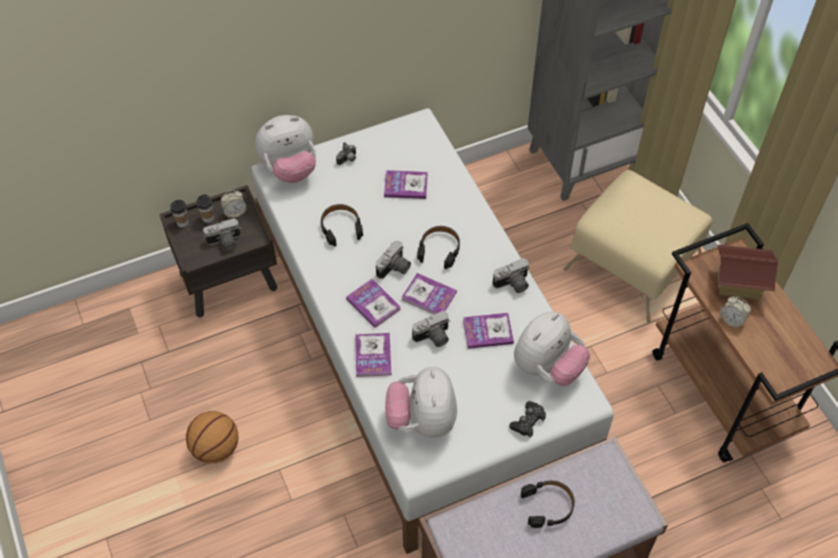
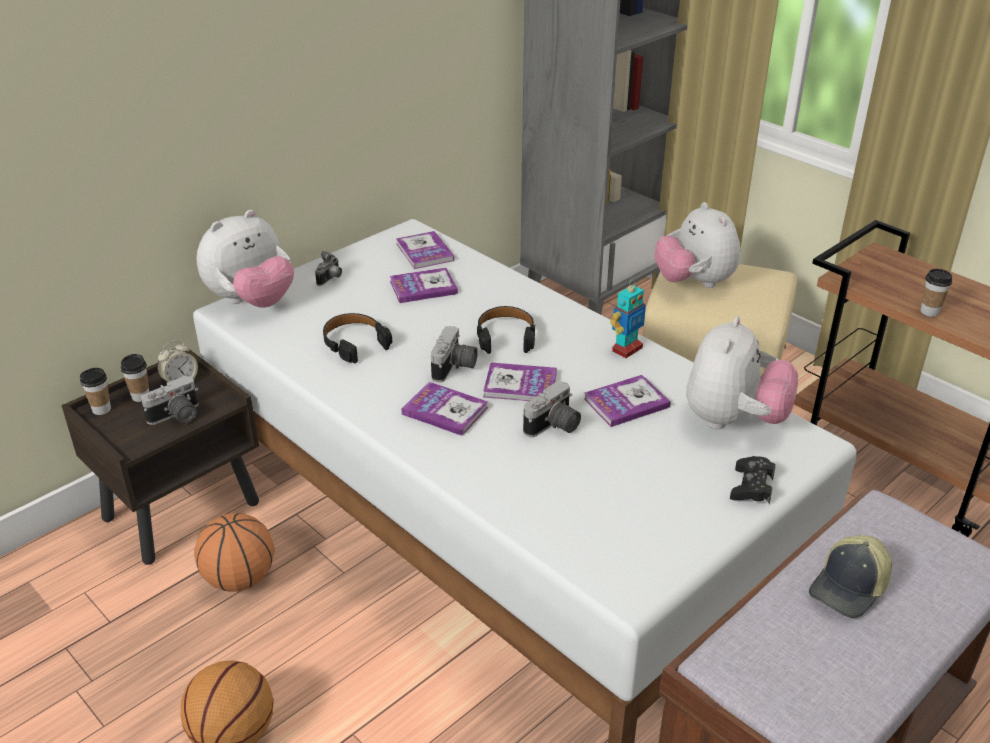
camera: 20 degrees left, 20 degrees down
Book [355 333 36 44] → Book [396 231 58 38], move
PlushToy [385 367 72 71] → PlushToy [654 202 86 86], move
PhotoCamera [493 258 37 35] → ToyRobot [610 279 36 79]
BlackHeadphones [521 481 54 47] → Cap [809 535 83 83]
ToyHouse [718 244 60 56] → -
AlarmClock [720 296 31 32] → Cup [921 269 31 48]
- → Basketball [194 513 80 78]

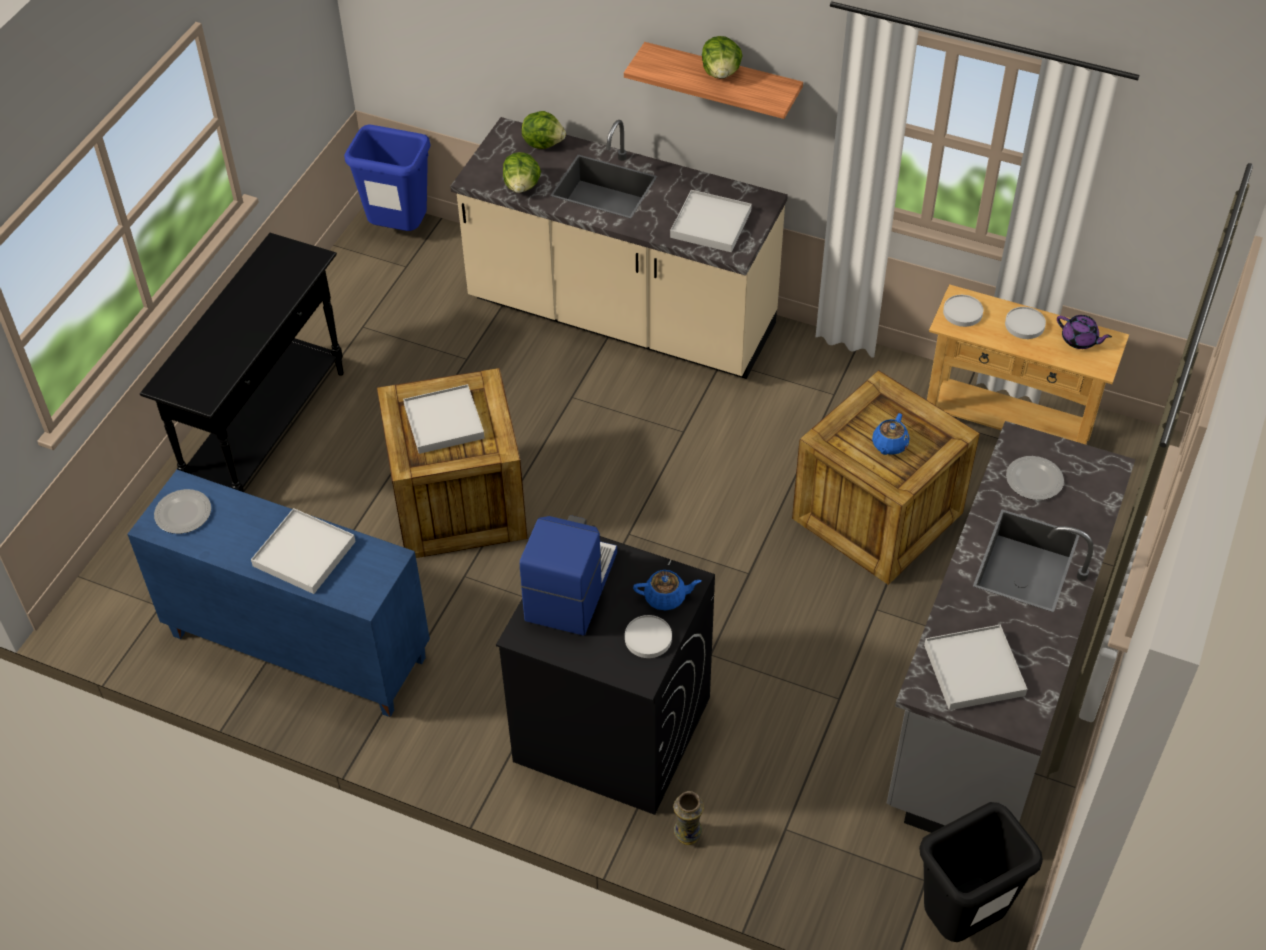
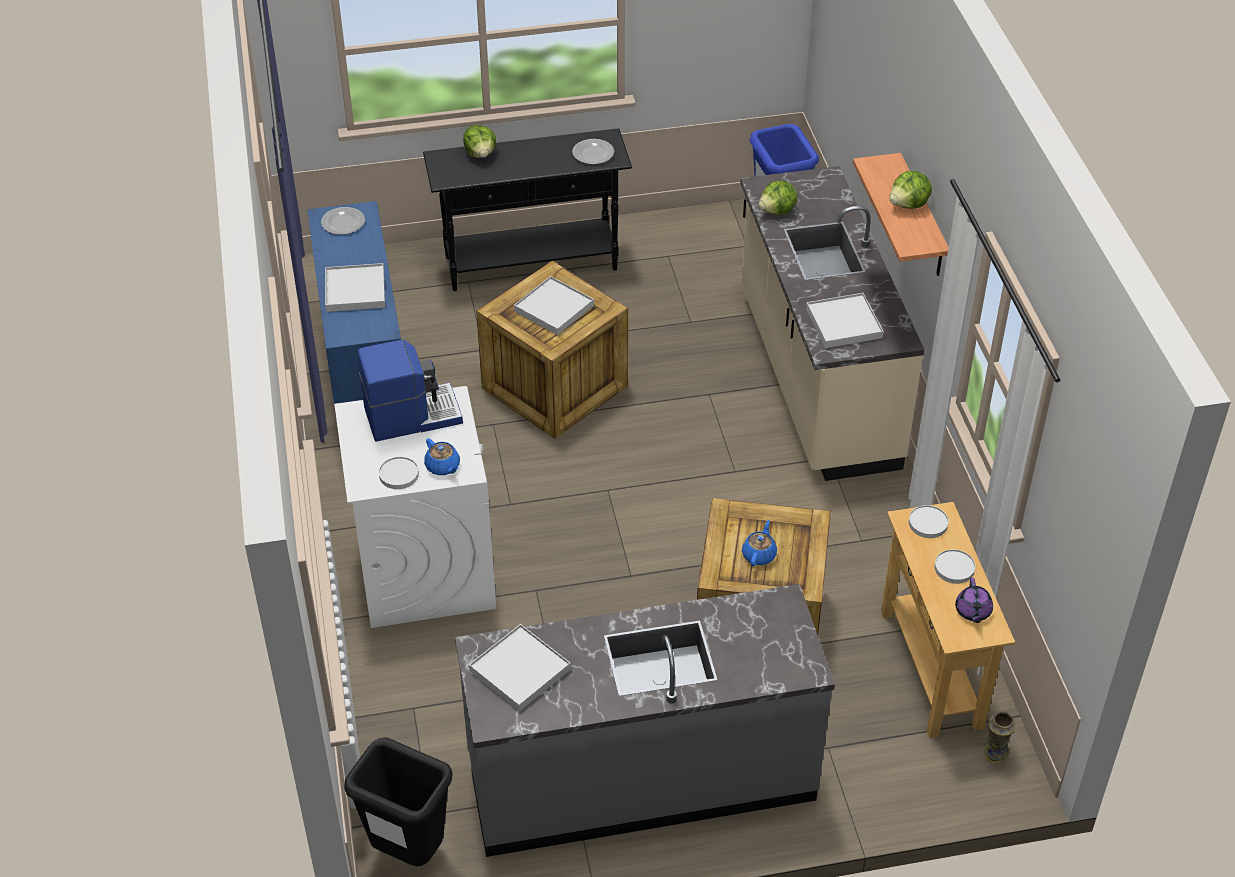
camera: 55 degrees right, 5 degrees down
BlackWashingMachine [496 536 219 279] → WhiteWashingMachine [334 386 162 242]
Lettuce [521 111 45 38] → Lettuce [463 125 33 33], move
Vase [673 791 31 54] → Vase [983 711 33 53], move
BlueTeapot [872 413 38 42] → BlueTeapot [742 520 35 46], 120 degrees clockwise
Plate [1006 456 58 44] → Plate [572 139 42 25], move

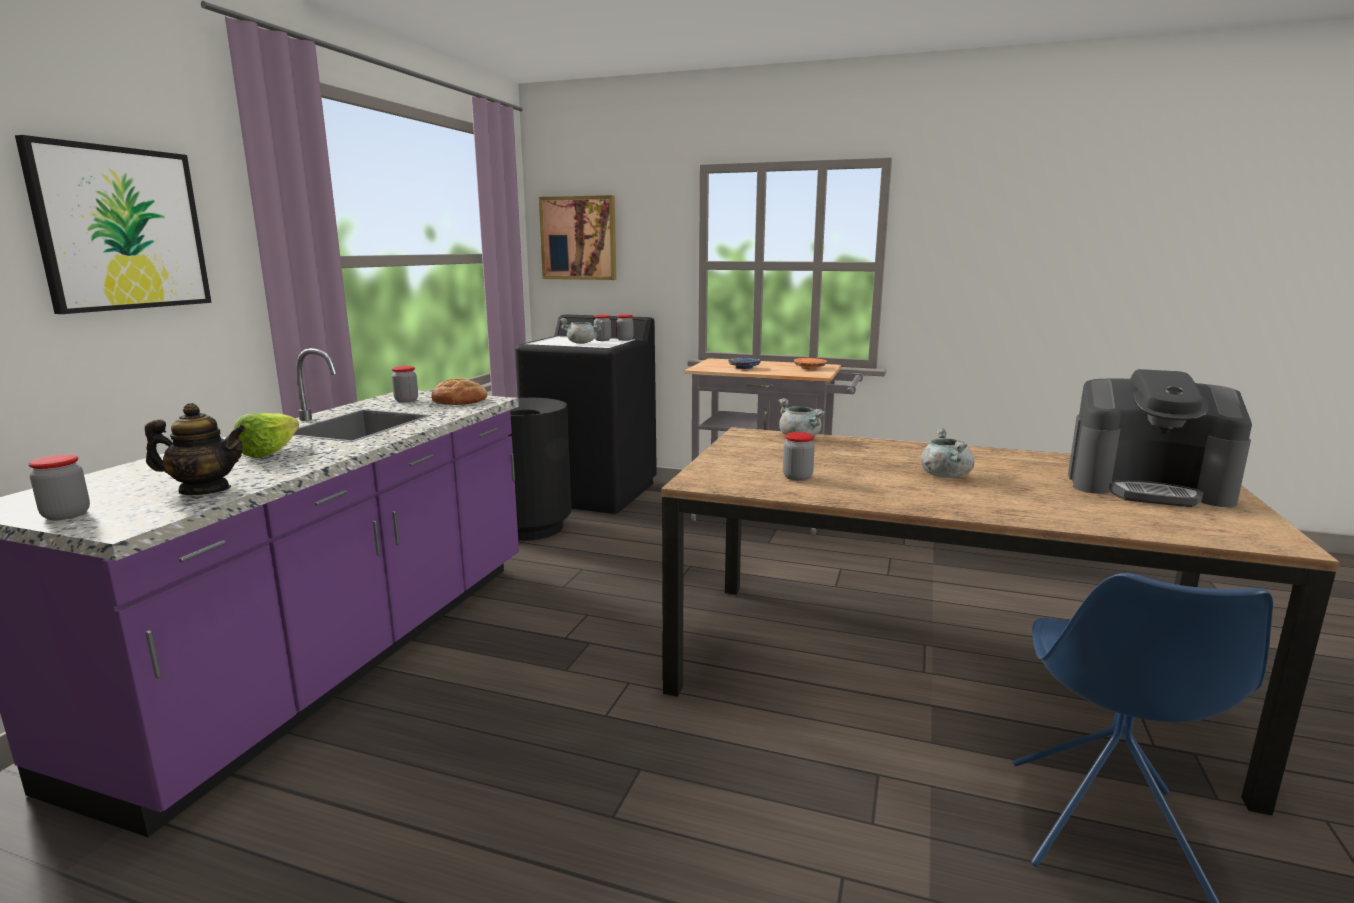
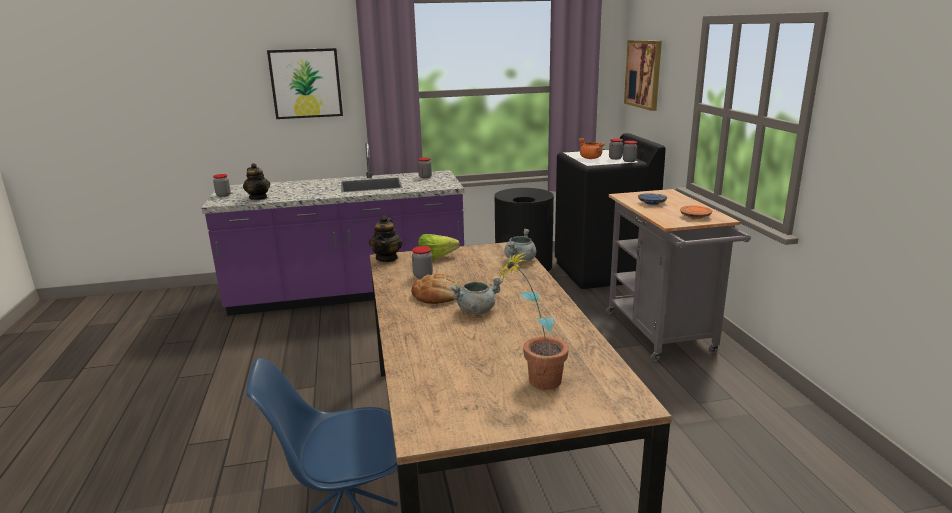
camera: 60 degrees right, 5 degrees up
Lettuce [234 413 65 45] → Lettuce [418 234 42 26], move
Bread [431 378 56 27] → Bread [411 273 51 31], move
GreyCookingPot [560 318 43 26] → OrangeCookingPot [578 138 27 21]
CoffeeMachine [1068 369 184 138] → PottedPlant [496 250 73 140]
- → Teapot [369 215 33 47]

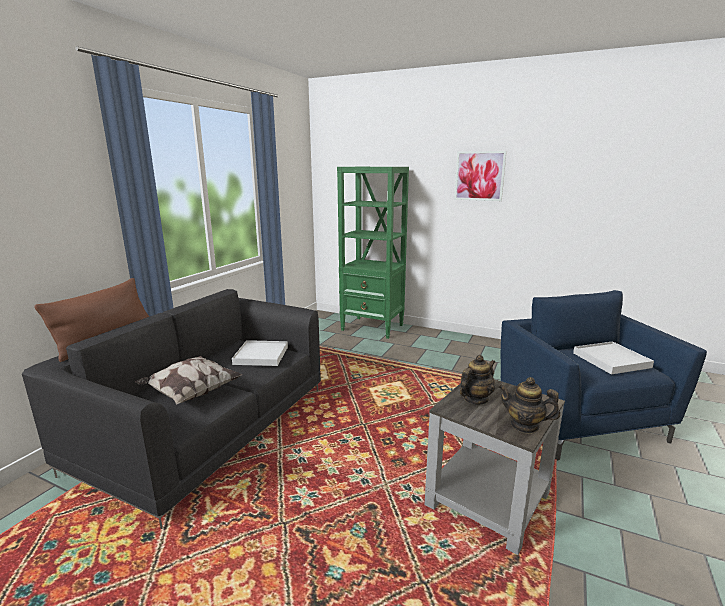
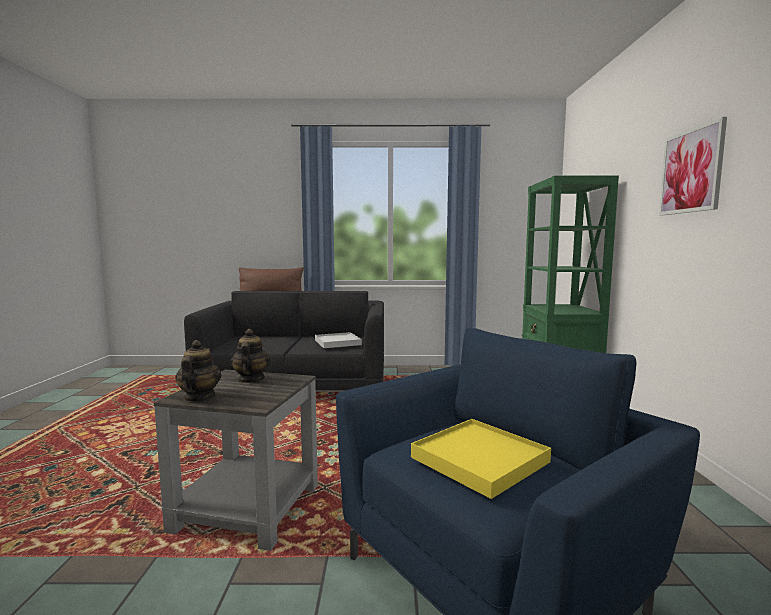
camera: 65 degrees right, 10 degrees down
Pillow [135 356 107 48] → -
Teapot [460 355 35 49] → Teapot [231 329 40 54], 120 degrees counterclockwise
WhiteTray [573 341 81 34] → YellowTray [411 419 140 80]

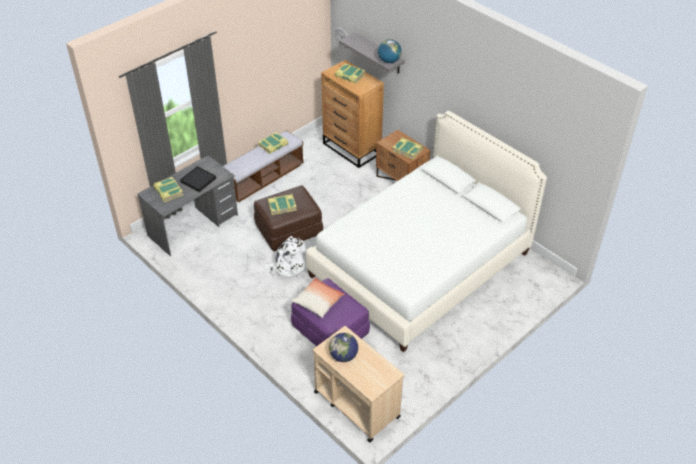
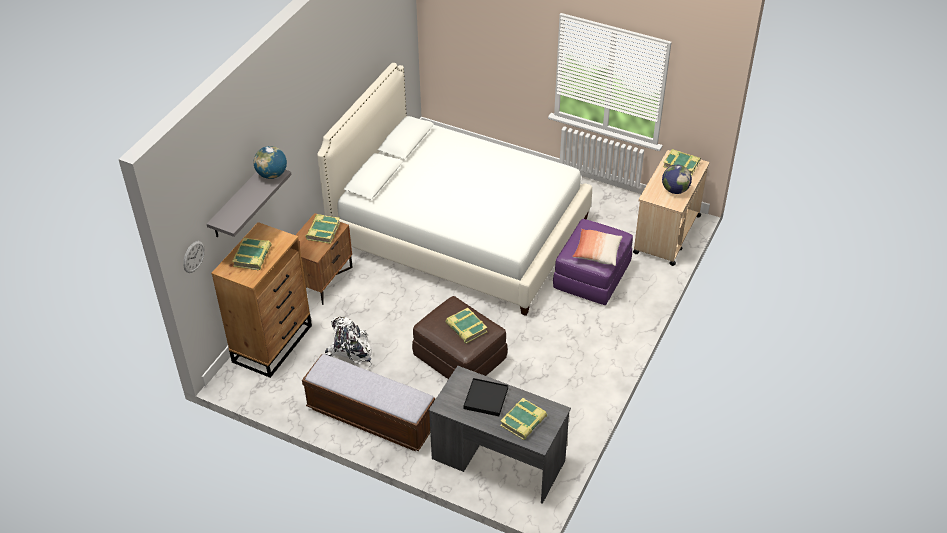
camera: 110 degrees left, 0 degrees up
Book [258 132 30 22] → Book [663 149 38 27], move
WhiteBackpack [266 236 41 42] → WhiteBackpack [325 317 47 53], move

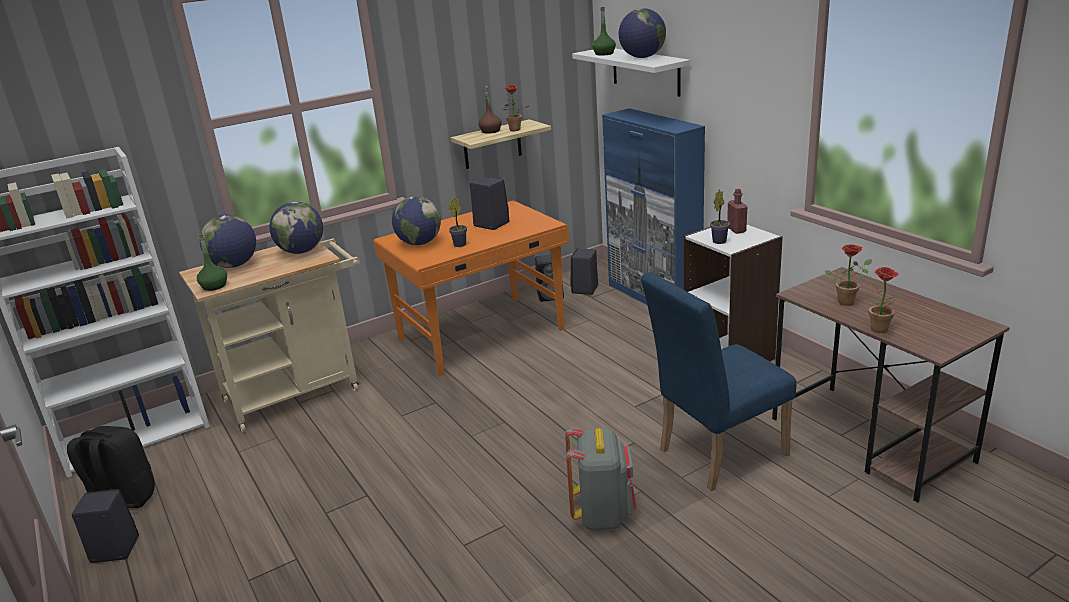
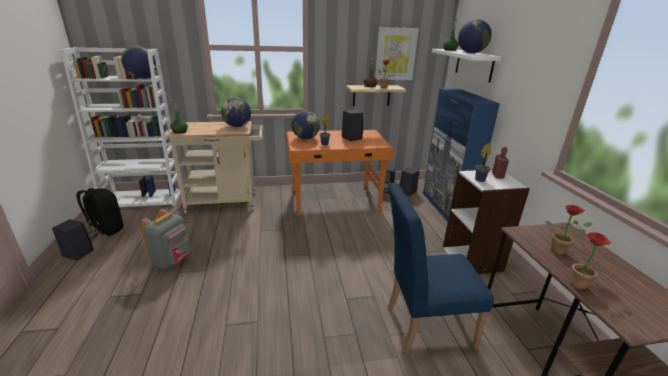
camera: 20 degrees right, 0 degrees up
Globe [200 215 56 53] → Globe [121 46 35 32], move
GreyBackpack [565 427 72 104] → GreyBackpack [140 209 51 61], move
- → Picture [375 27 44 53]

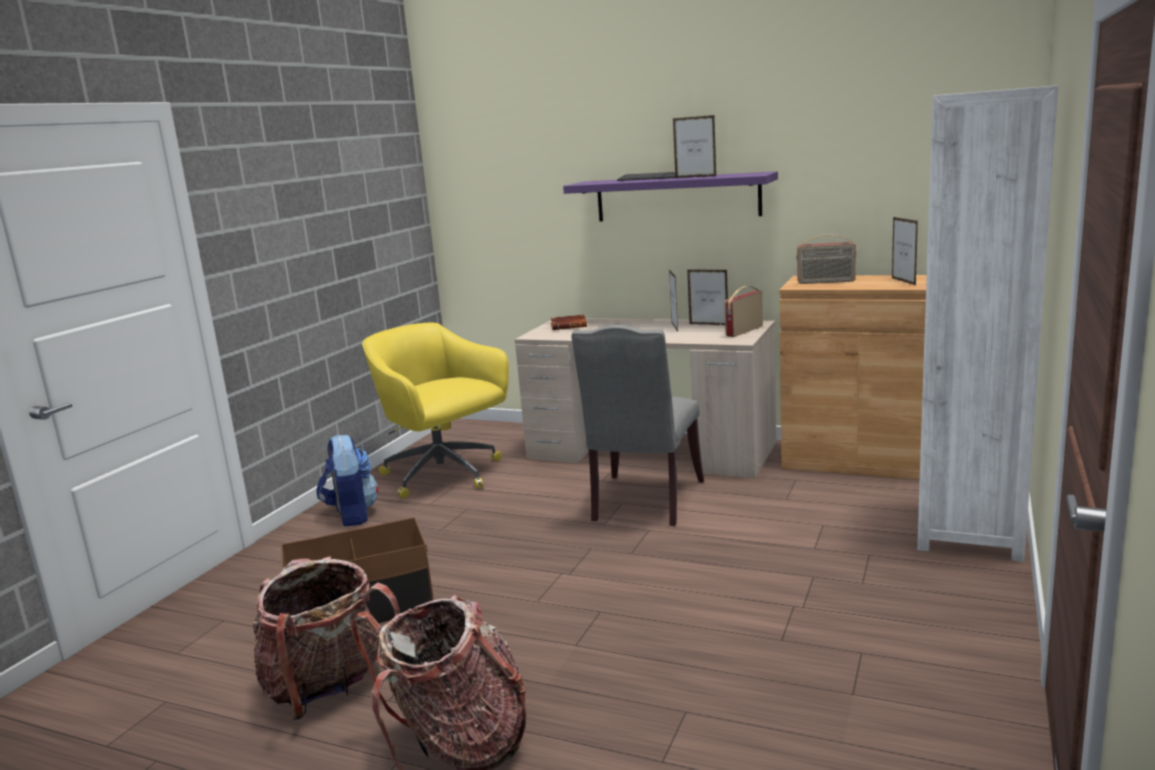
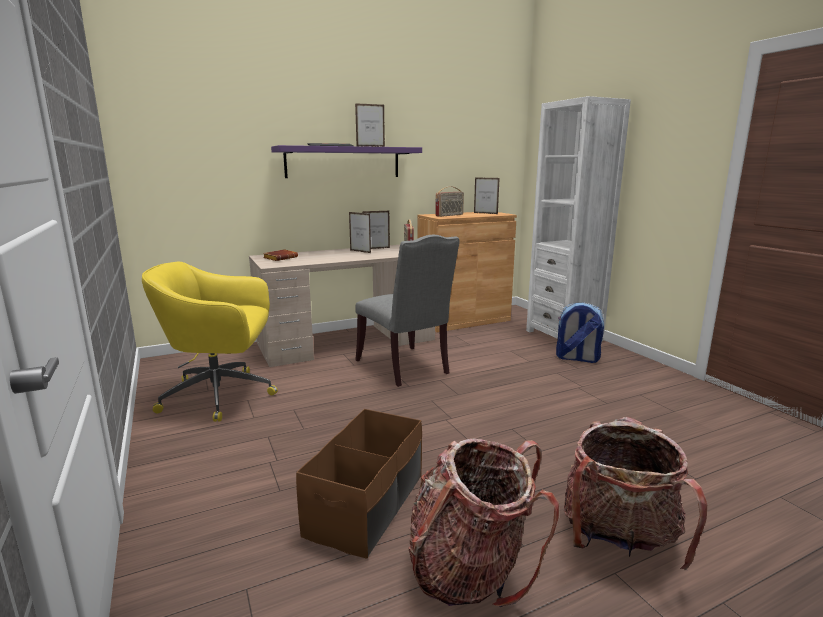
camera: 50 degrees left, 0 degrees up
Backpack [316 435 63 91] → Backpack [556 302 48 61], move

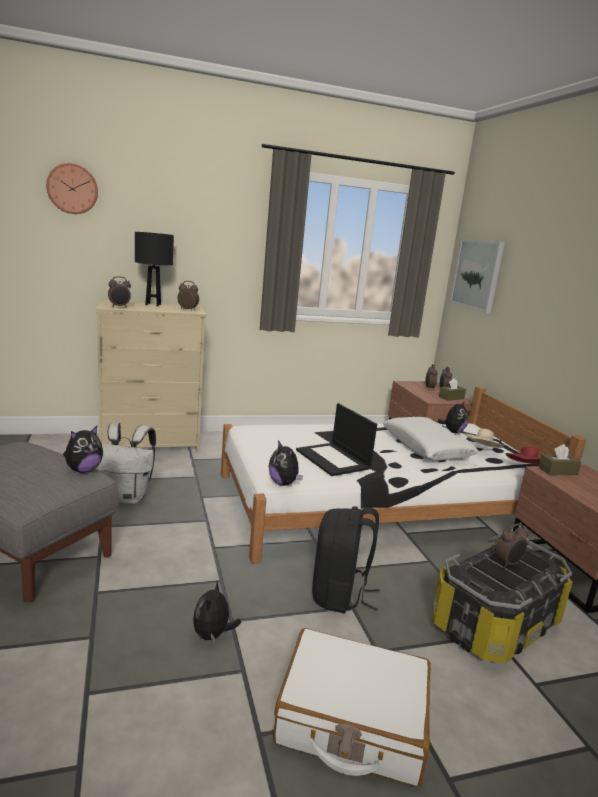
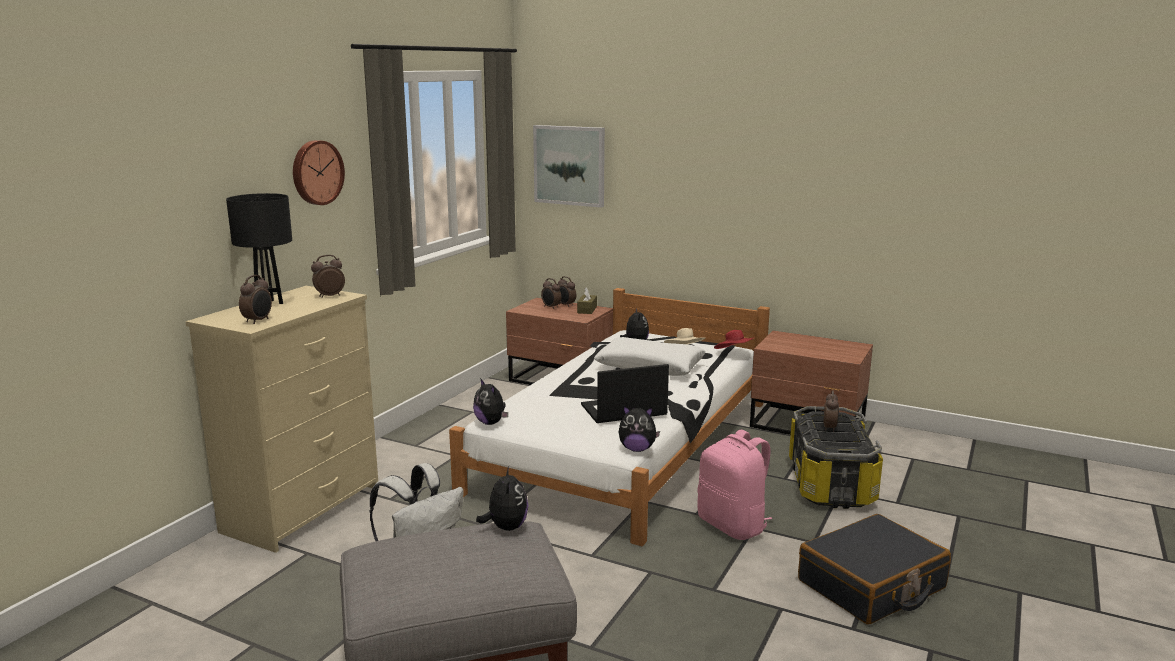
camera: 45 degrees left, 0 degrees up
WallClock [46 163 52 51] → WallClock [293 140 52 65], move
PlushToy [193 581 48 61] → PlushToy [473 378 35 47], move
WhiteSuitcase [273 628 158 159] → BlackSuitcase [798 514 153 110]
Laptop [296 403 81 73] → Laptop [581 364 88 59], 150 degrees clockwise
BlackBackpack [312 506 68 107] → PinkBackpack [698 430 75 110]
BrownTissueBox [538 444 43 31] → -

